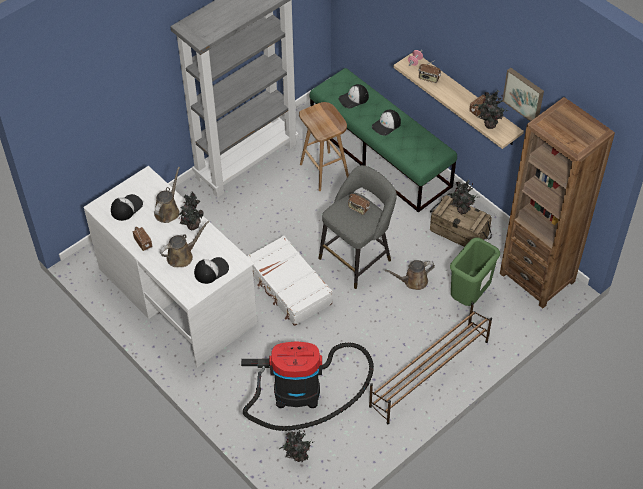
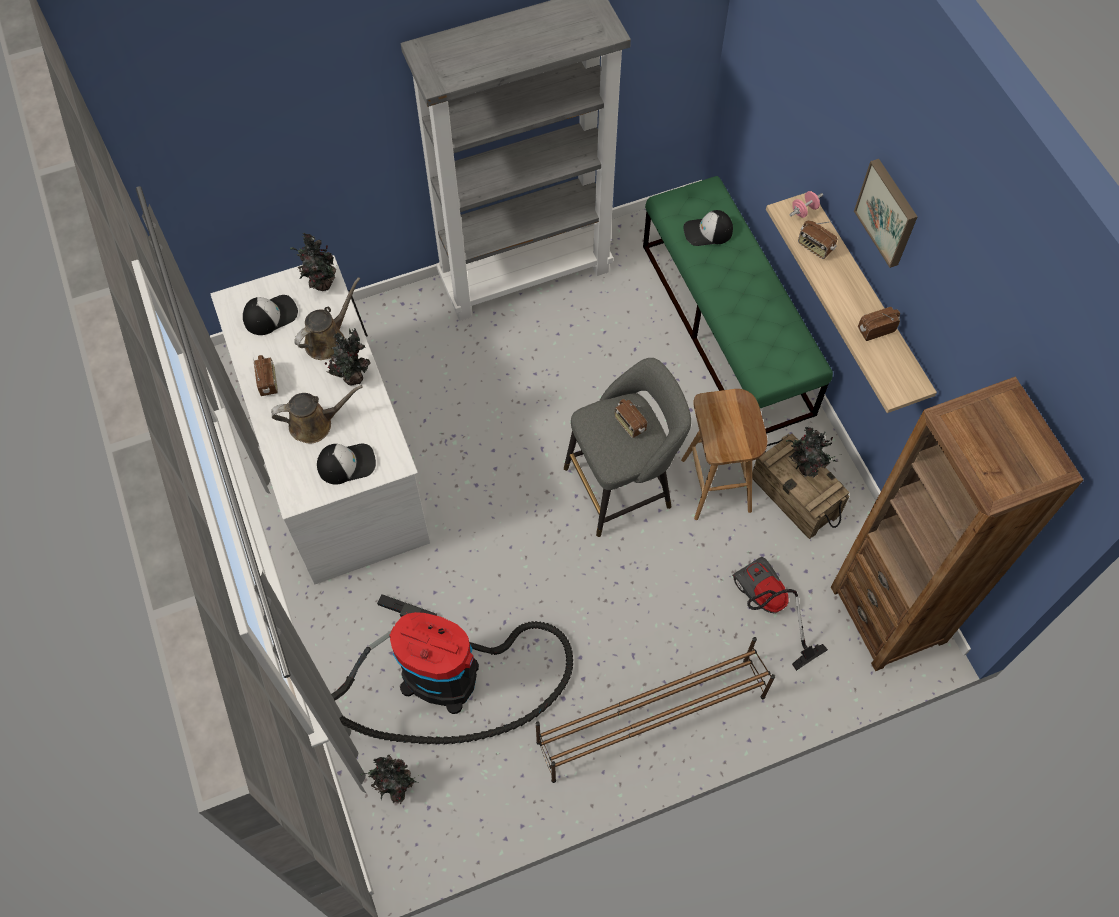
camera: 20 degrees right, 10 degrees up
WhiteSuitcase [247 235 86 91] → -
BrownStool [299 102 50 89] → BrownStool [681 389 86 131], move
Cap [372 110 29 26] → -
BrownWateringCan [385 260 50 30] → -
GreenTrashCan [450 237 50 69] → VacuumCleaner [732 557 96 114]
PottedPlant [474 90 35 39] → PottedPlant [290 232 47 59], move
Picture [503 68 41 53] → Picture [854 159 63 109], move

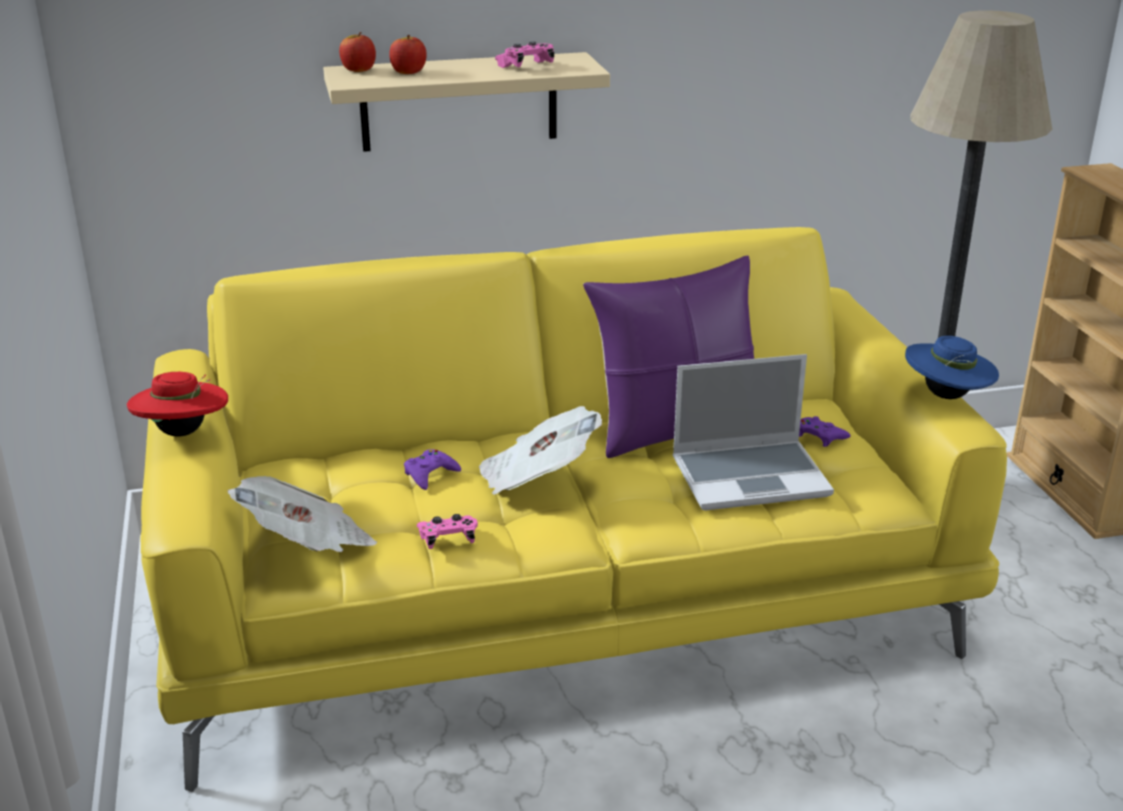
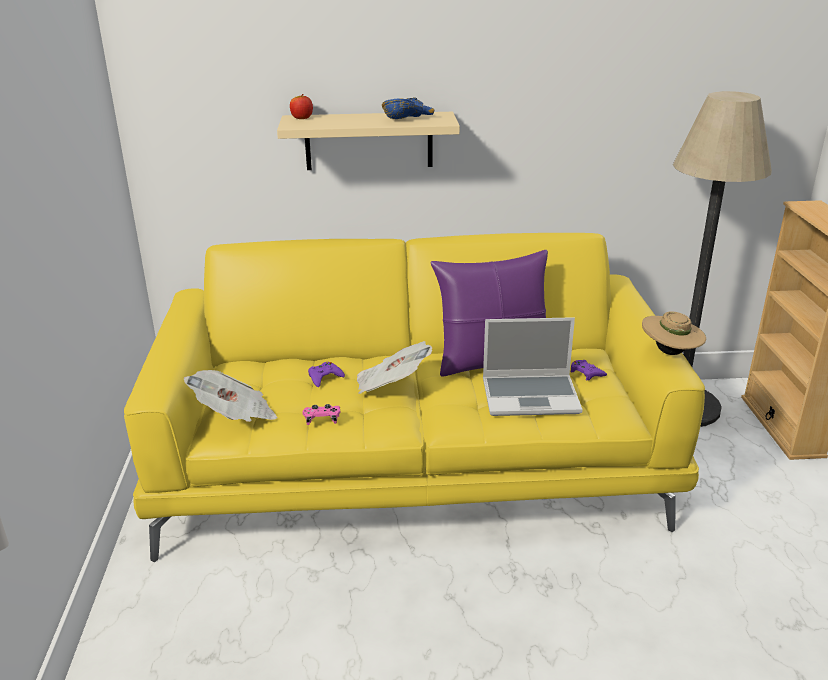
camera: 10 degrees right, 0 degrees up
RedHat [127 372 101 65] → -
Apple [389 35 38 39] → -
PinkGameController [495 42 59 26] → BlueBowl [382 97 52 22]
BlueHat [905 336 94 63] → BeigeHat [642 311 64 44]

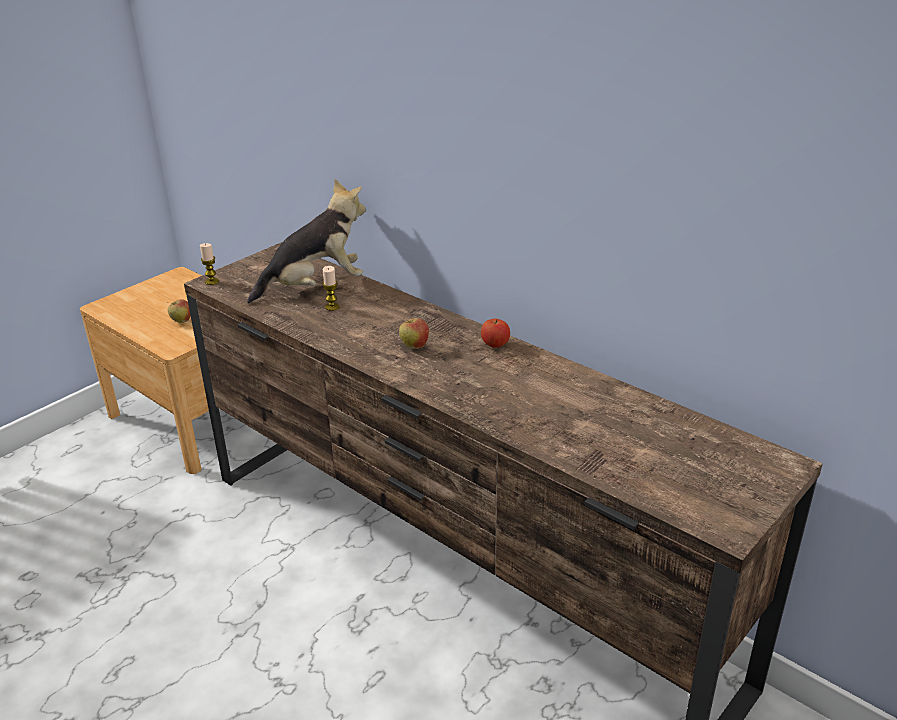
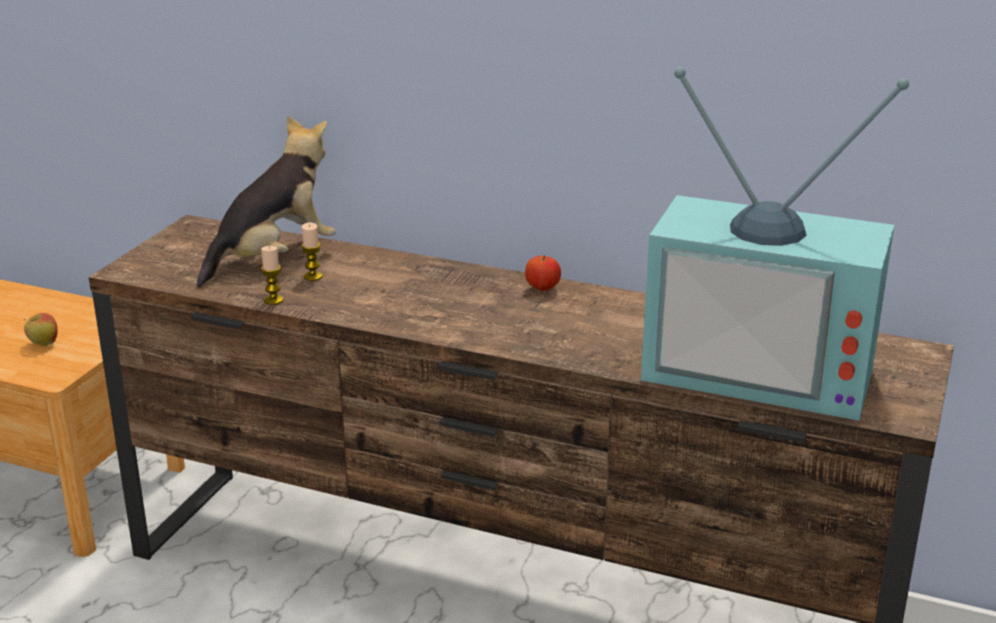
camera: 20 degrees left, 5 degrees down
Candle [200 243 19 42] → Candle [261 246 23 59], move
Apple [399 317 30 32] → -
- → Television [641 67 268 354]

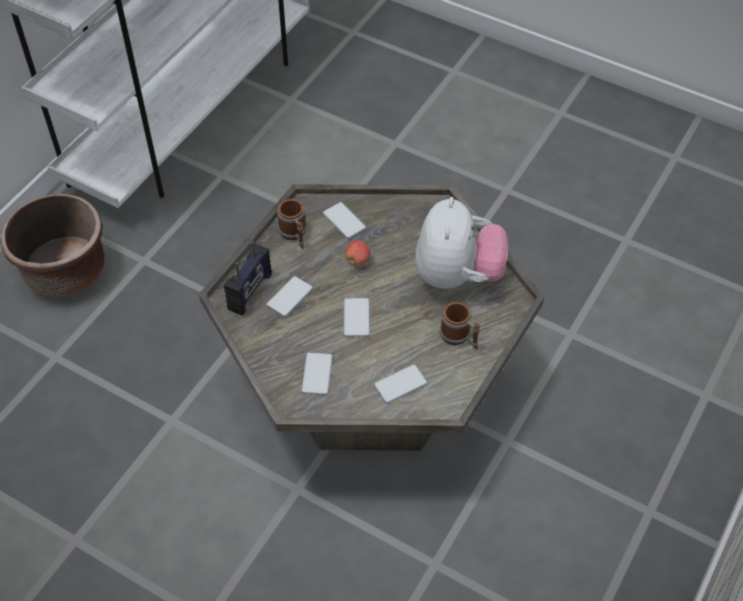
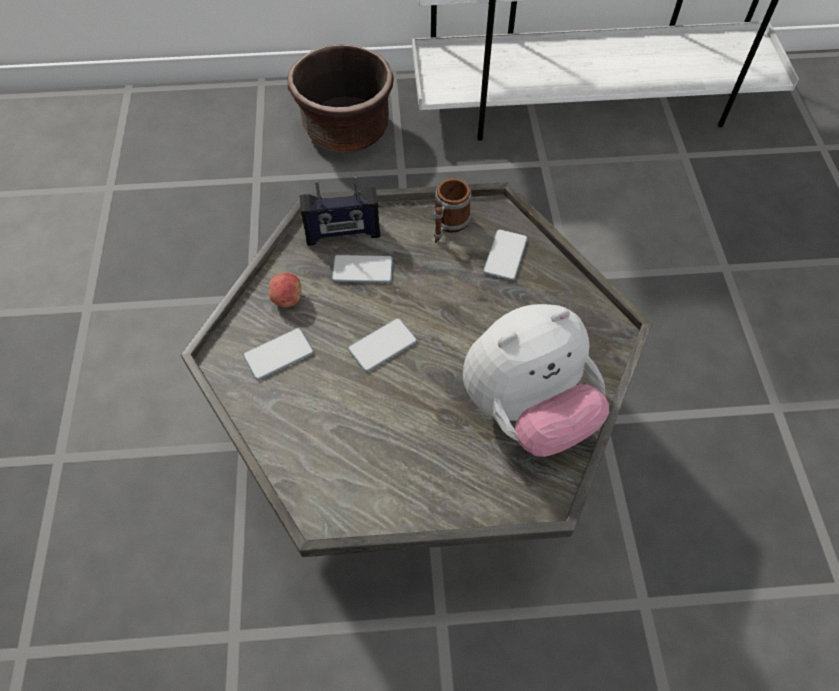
camera: 55 degrees right, 5 degrees up
Apple [345 240 26 26] → Apple [269 273 32 34], move
Phone [374 364 53 39] → -
Mug [440 302 40 47] → -

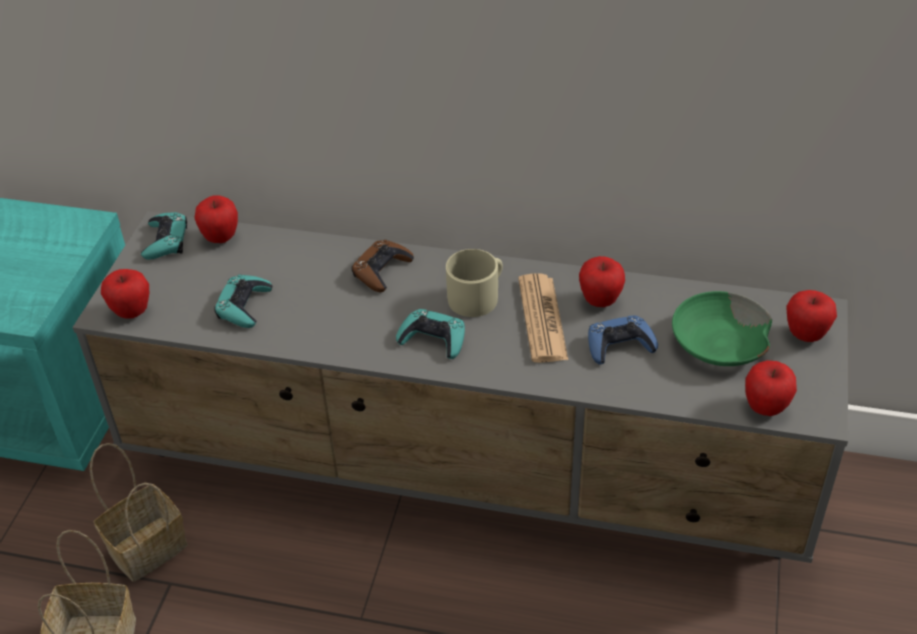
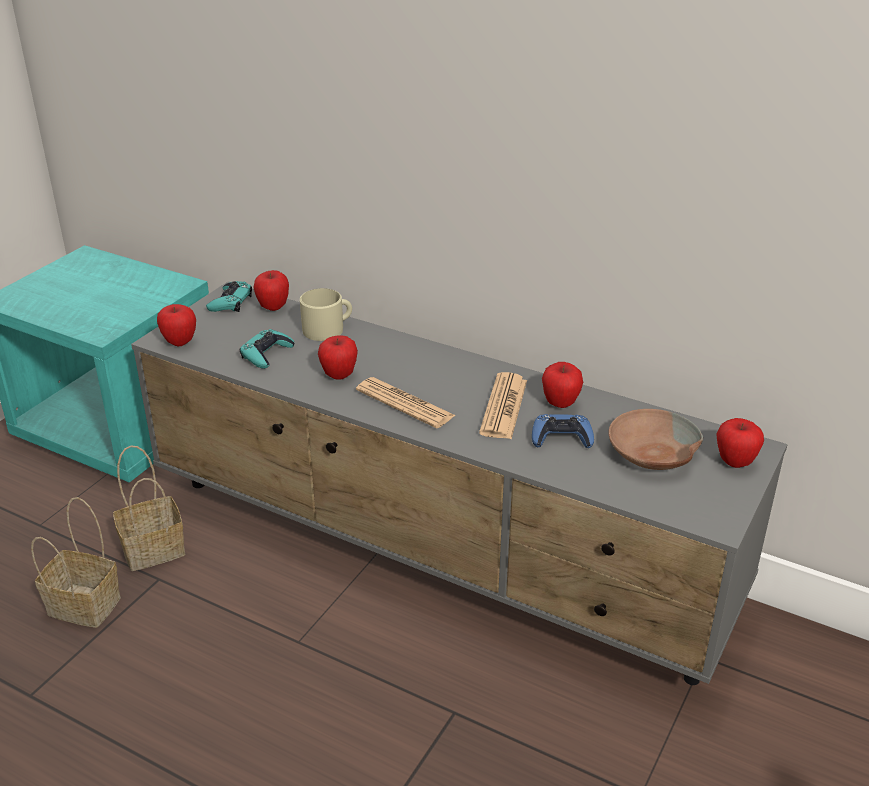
camera: 15 degrees right, 10 degrees down
BrownGameController [352 240 62 52] → -
TurquoiseGameController [396 309 69 50] → Newspaper [356 377 100 51]
BeigeMug [446 249 57 68] → BeigeMug [300 288 52 53], move
GreenBowl [672 291 100 75] → BrownBowl [608 409 95 61]
Apple [745 360 52 56] → Apple [318 335 40 45], move

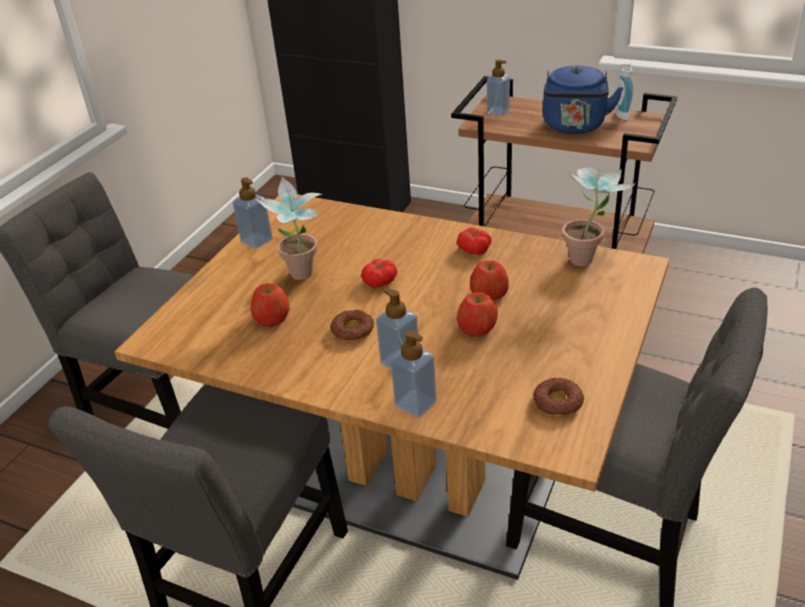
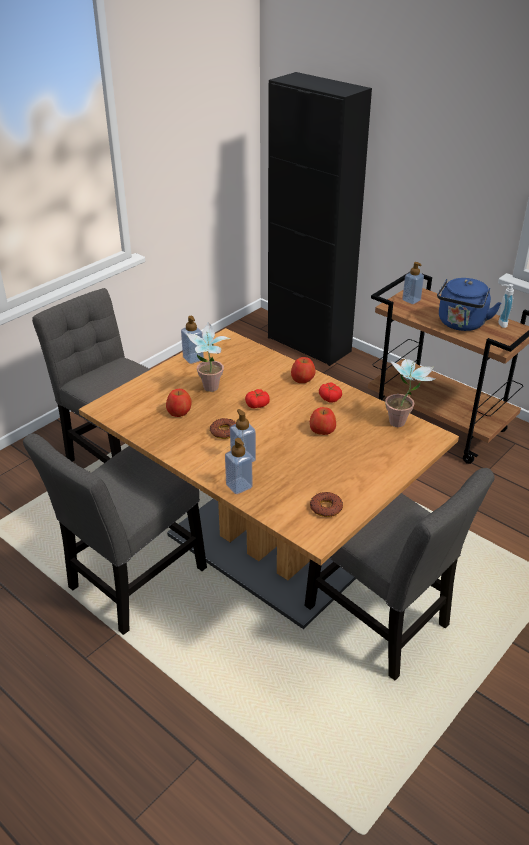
camera: 15 degrees right, 0 degrees up
Apple [457 292 41 45] → Apple [291 357 25 26], move

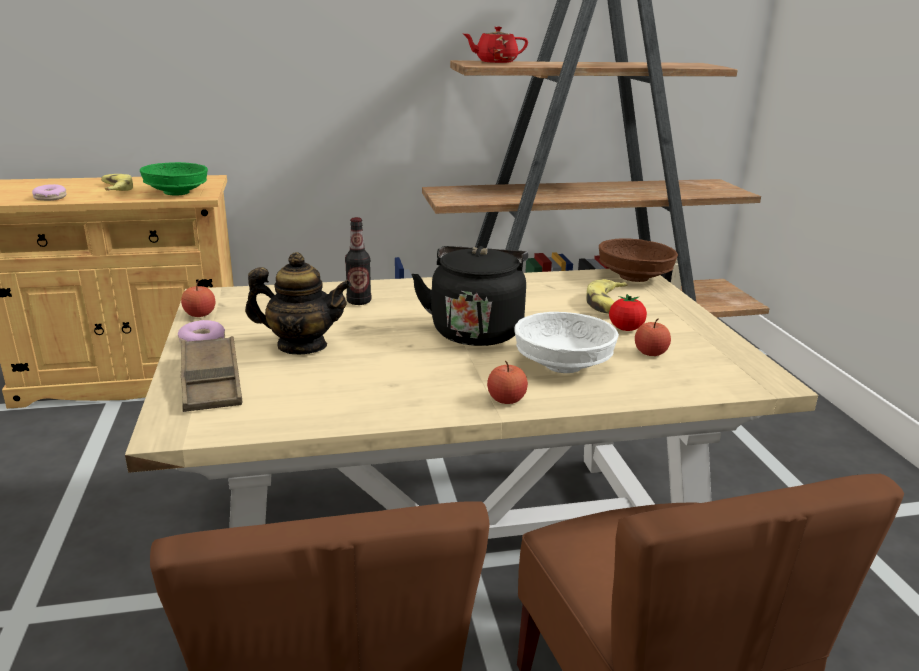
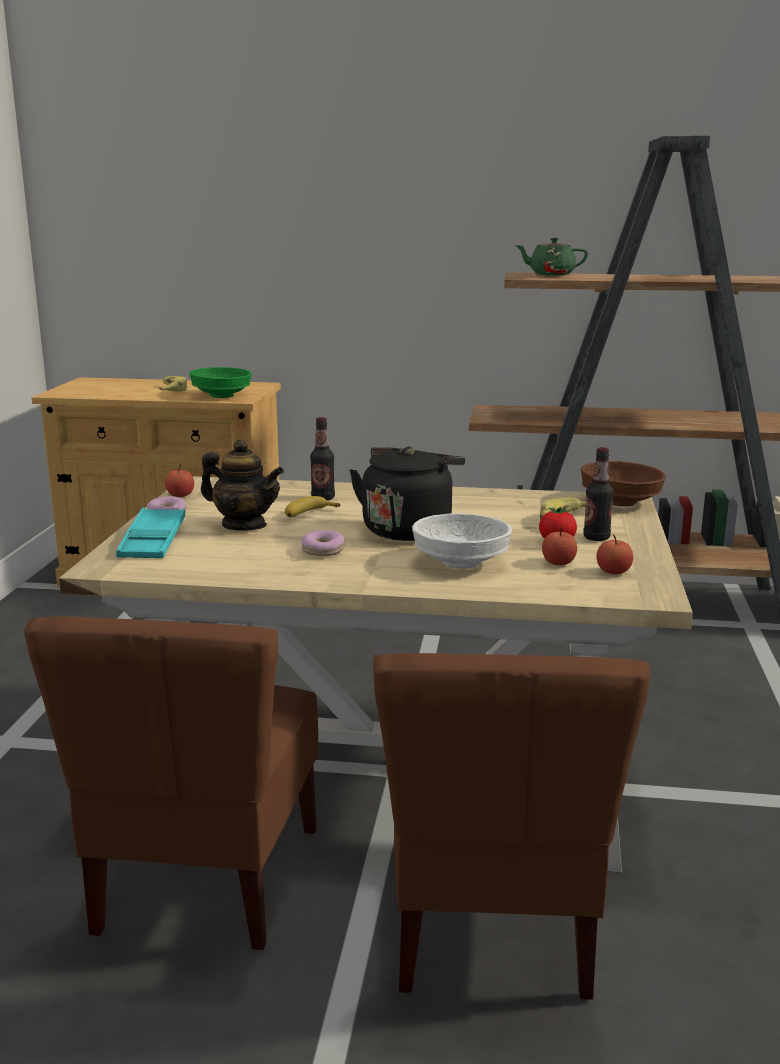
camera: 20 degrees right, 5 degrees down
Donut [32 184 35 17] → Donut [301 530 44 26], move
BrownTray [181 336 61 76] → TurquoiseTray [116 508 69 50]
RedTeapot [463 26 65 37] → GreenTeapot [515 237 73 38]
Apple [487 361 41 43] → Apple [596 534 37 40], move
- → Banana [285 496 55 22]
- → Bottle [583 447 31 94]

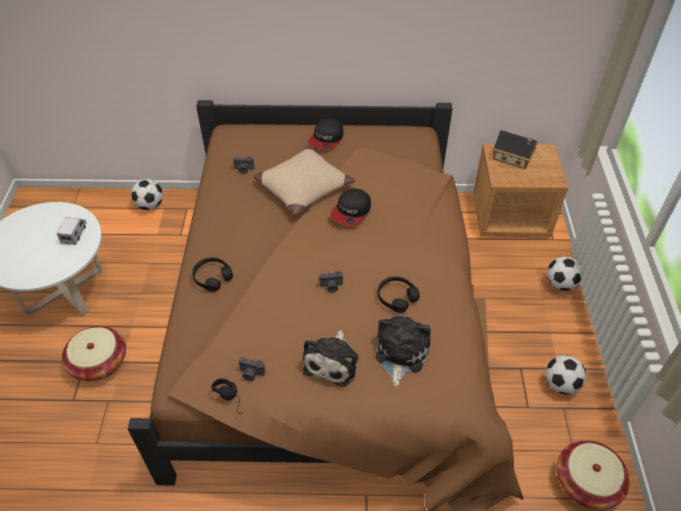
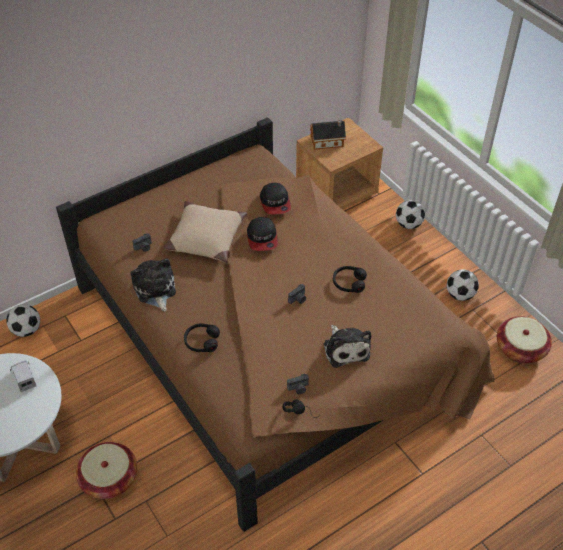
camera: 35 degrees left, 0 degrees up
Cap [308 118 36 32] → Cap [260 183 31 32], move
PlushToy [376 315 55 72] → PlushToy [130 258 46 54], move

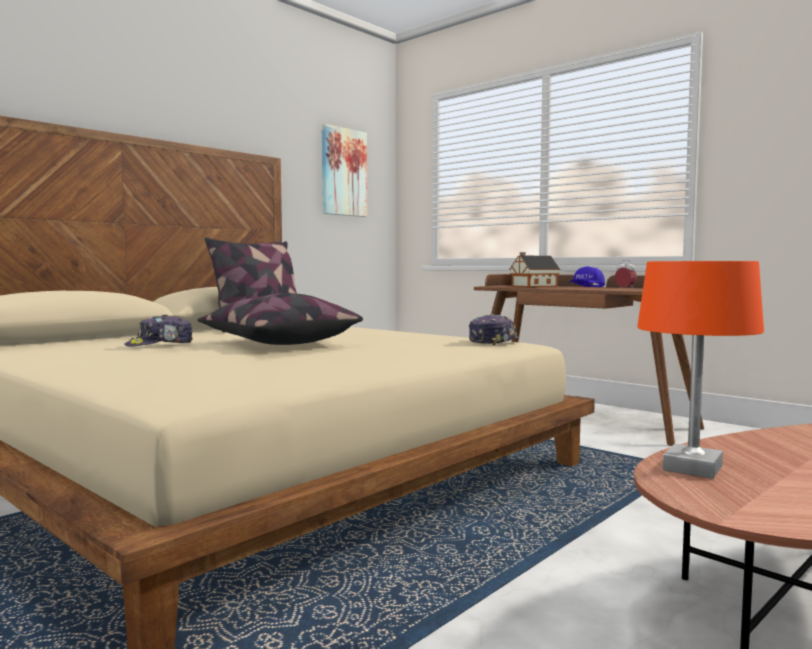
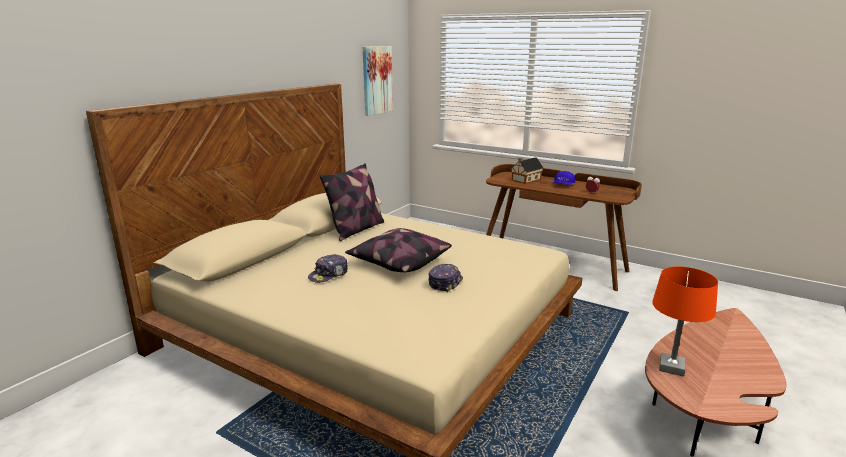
camera: 10 degrees left, 15 degrees up
Cap [469 314 50 31] → Cap [428 264 35 28], move

